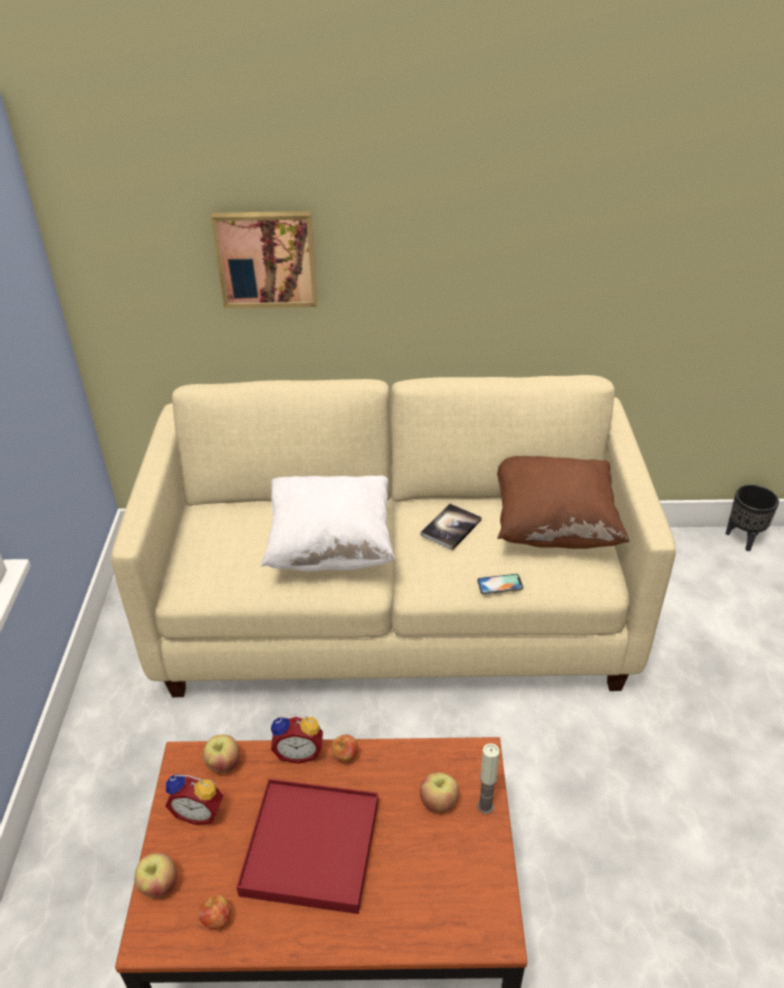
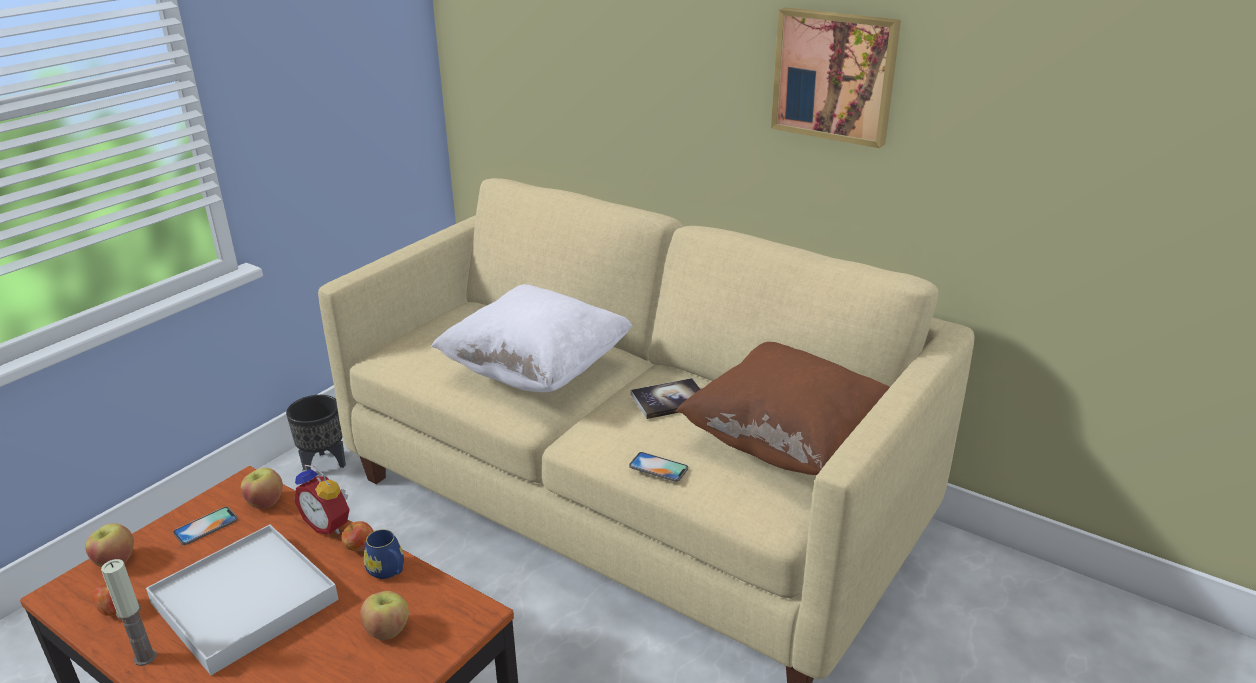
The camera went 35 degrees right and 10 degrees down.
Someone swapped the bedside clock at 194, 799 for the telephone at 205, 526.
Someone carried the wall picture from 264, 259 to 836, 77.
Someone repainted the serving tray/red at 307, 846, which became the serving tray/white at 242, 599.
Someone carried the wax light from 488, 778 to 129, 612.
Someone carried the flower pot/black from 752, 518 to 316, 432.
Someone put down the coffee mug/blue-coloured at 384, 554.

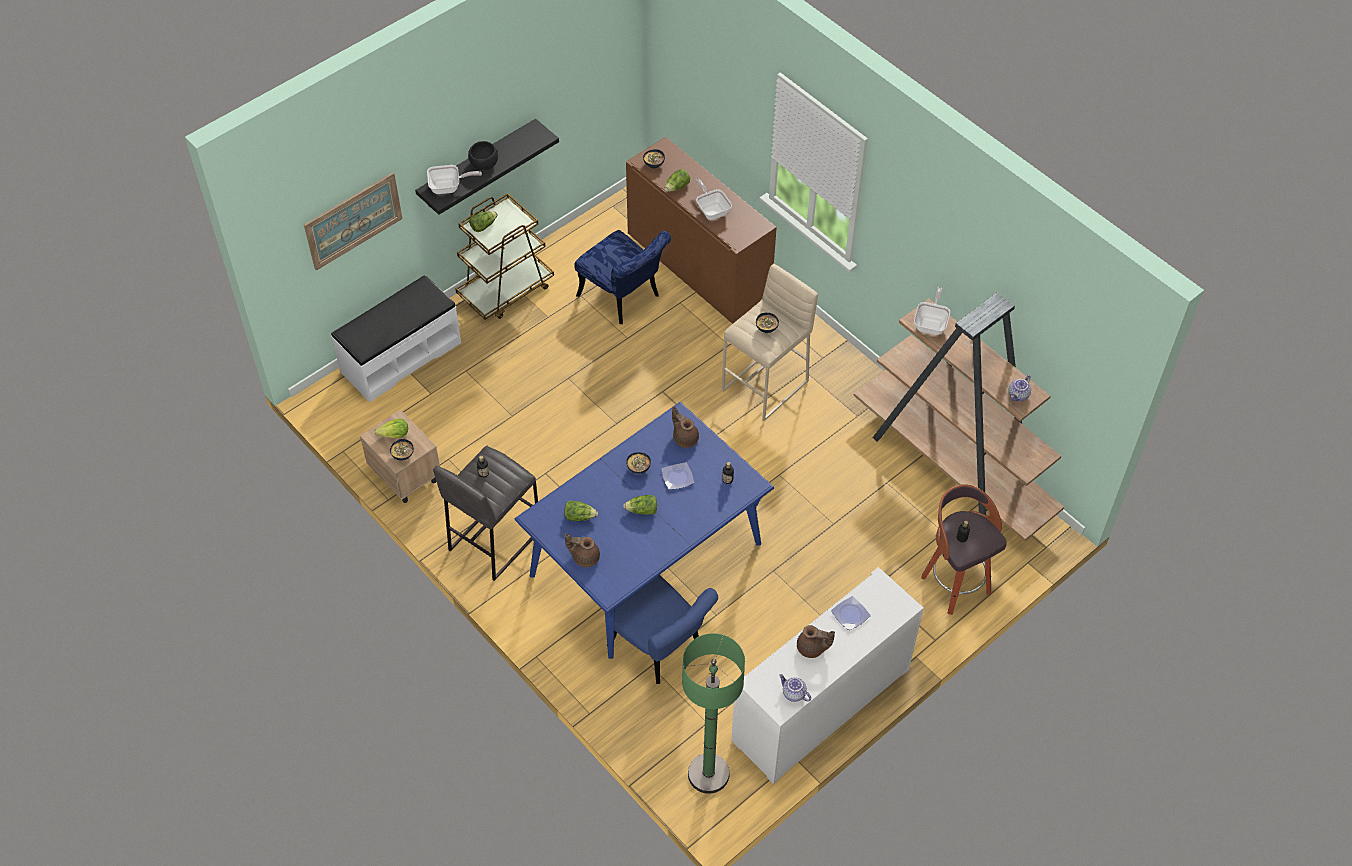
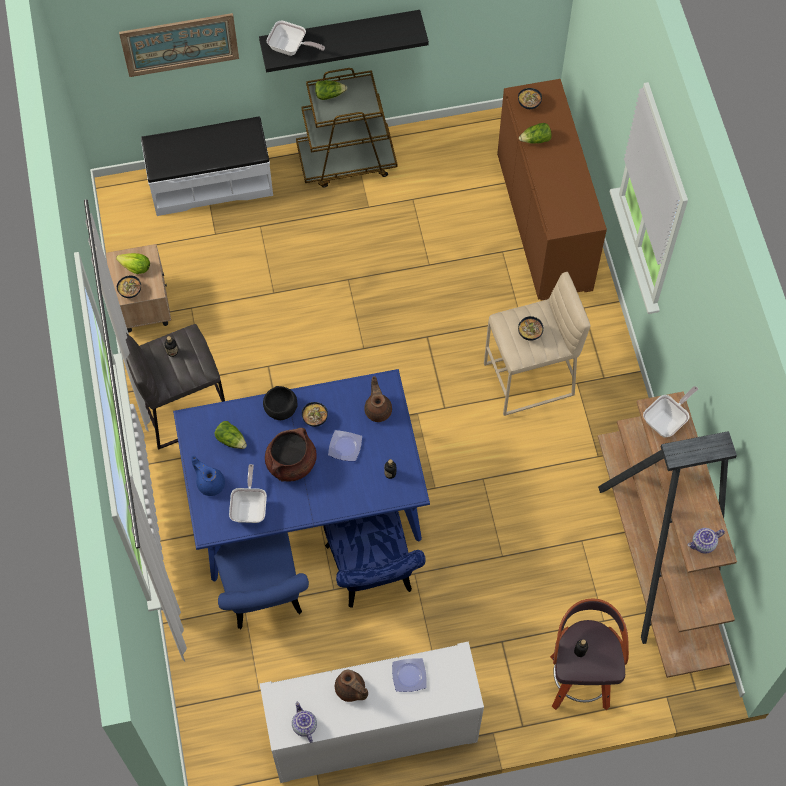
The camera went 30 degrees right and 10 degrees up.
Someone carried the bowl/black from 483, 155 to 280, 403.
Someone repainted the tea pot/brown-coloured at 582, 550, which became the tea pot/blue-coloured at 208, 476.
Someone carried the plain chair/blue-coloured from 622, 277 to 374, 559.
Someone swapped the lettuce at 640, 505 for the cooking pot/brown-coloured at 291, 455.
Someone took away the floor lamp/green at 713, 713.
Someone carried the skillet from 714, 199 to 248, 493.

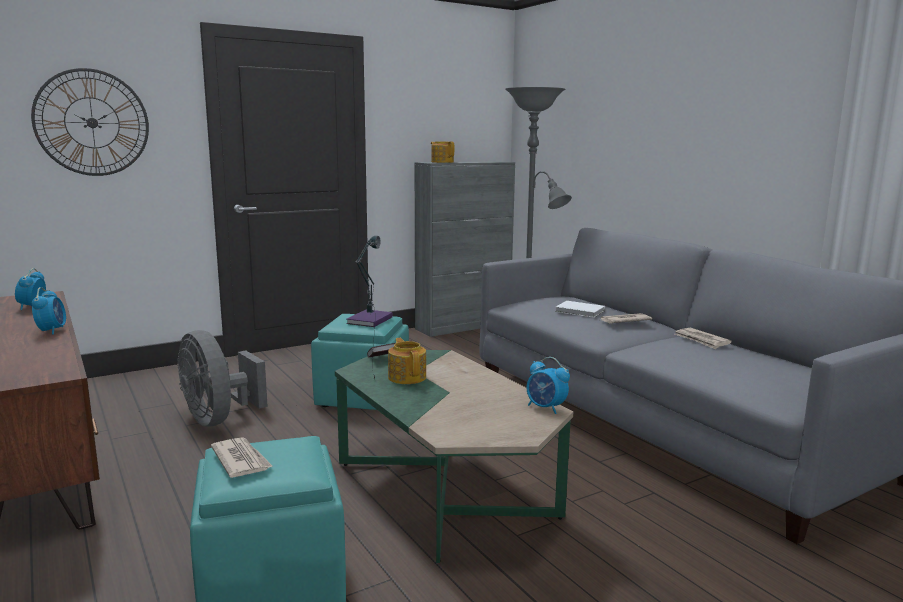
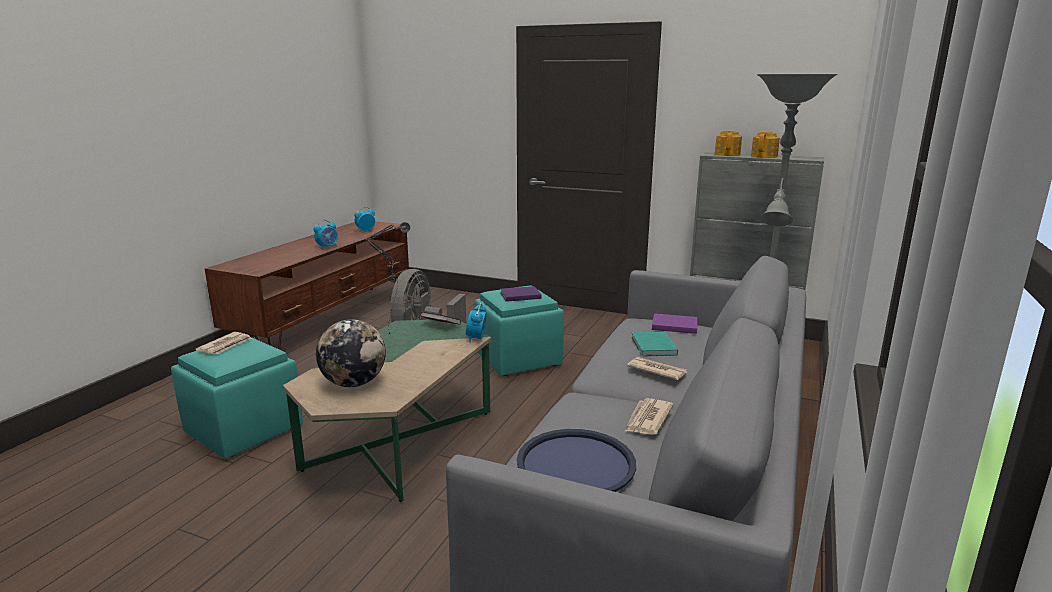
The camera went 55 degrees right and 5 degrees up.
Someone took away the clock on the wall at 90, 122.
Someone carried the tea pot from 407, 361 to 765, 145.
Someone carried the bedside clock from 548, 385 to 476, 323.
Someone repainted the bound book/white at 580, 309, which became the bound book/turquoise-coloured at 654, 344.
Someone put down the world globe at 351, 353.
Someone put down the serving tray/blue-coloured at 576, 460.
Someone put down the bound book/purplish at 674, 323.

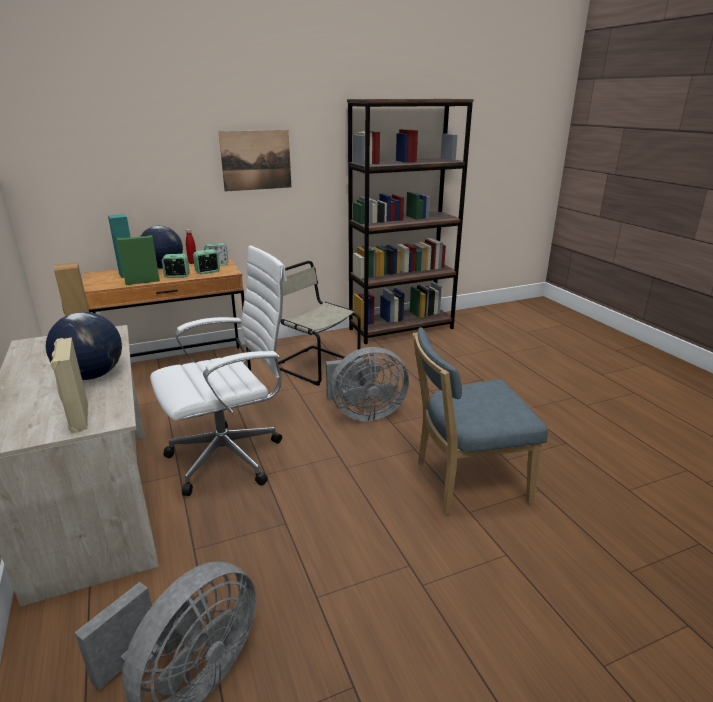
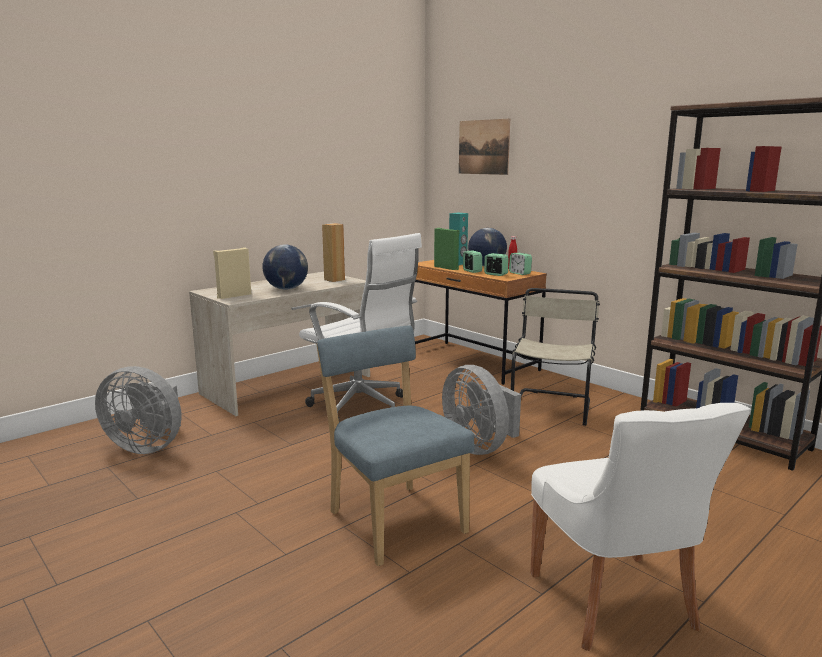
The camera went 70 degrees right and 10 degrees down.
Someone carried the wall picture from 255, 160 to 484, 146.
Someone put down the plain chair/white at 640, 527.

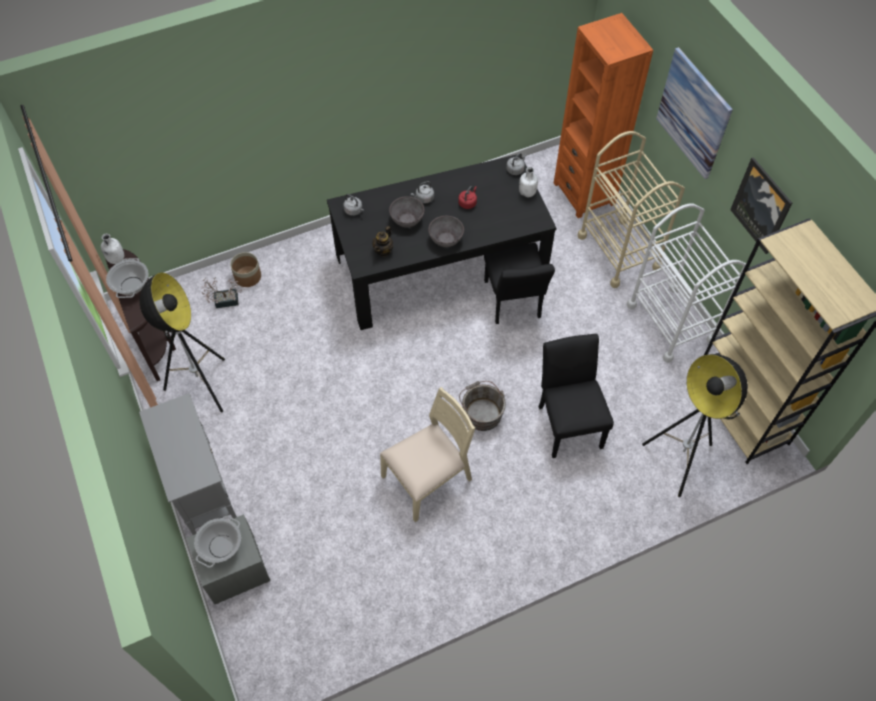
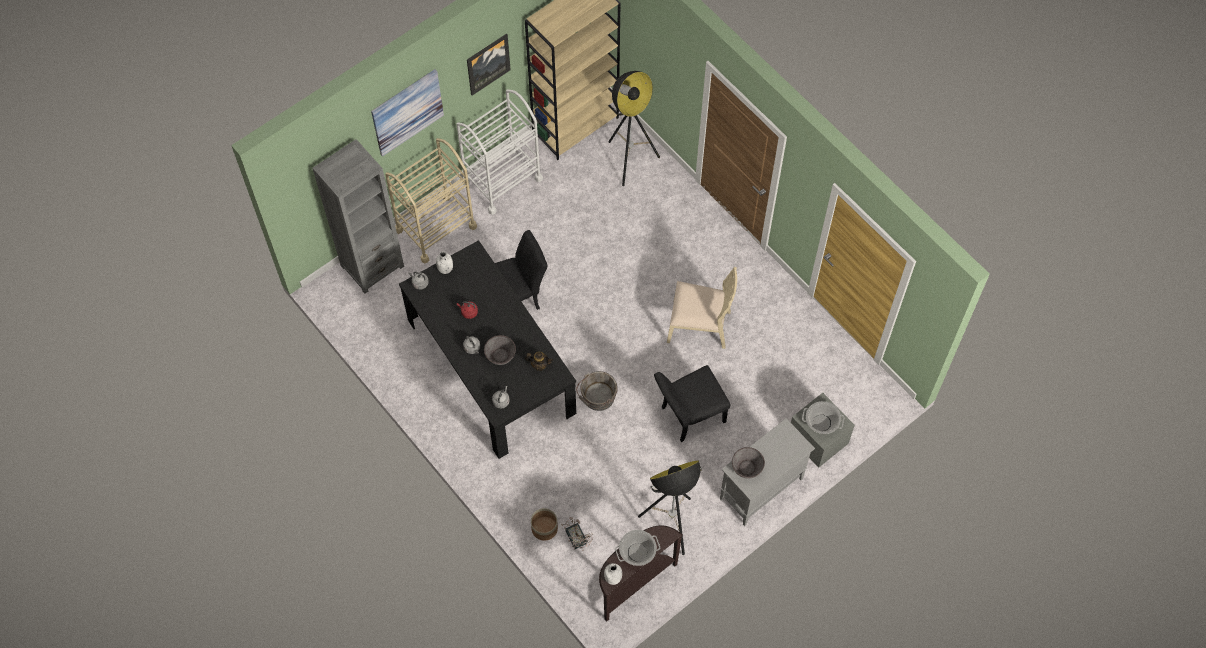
The camera went 105 degrees left and 5 degrees up.
Someone rotated the plain chair/beige-coloured at 427, 454 by 150 degrees clockwise.
Someone carried the bowl/greyish from 446, 231 to 748, 462.
Someone carried the pail/greyish from 482, 406 to 597, 391.
Someone carried the plain chair/black from 576, 396 to 692, 403.
Someone repainted the bookshelf/orangey at 603, 115, which became the bookshelf/greyish at 358, 216.

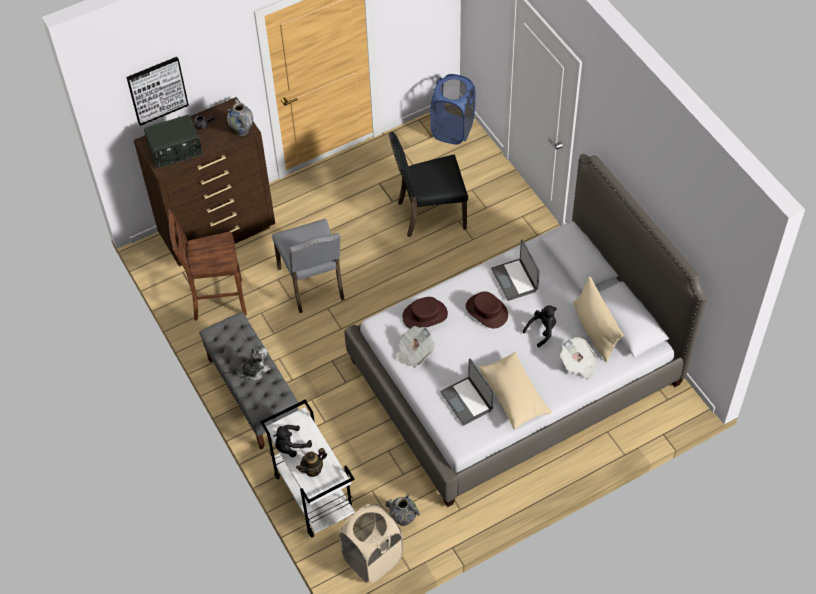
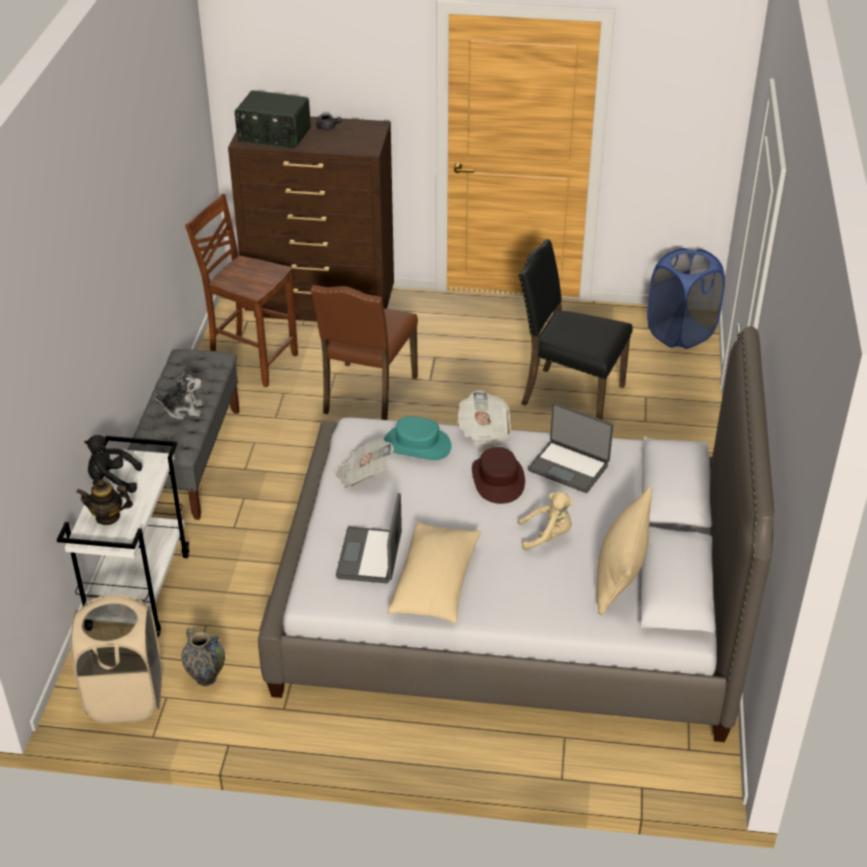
The camera went 35 degrees right and 15 degrees down.
Someone took away the wall picture at 157, 91.
Someone took away the decorative vase at 240, 117.
Someone repainted the plain chair/greyish at 308, 266, which became the plain chair/brown-coloured at 364, 352.
Someone repainted the clothing hat/brown-coloured at 425, 313, which became the clothing hat/turquoise-coloured at 418, 438.
Someone rotated the laptop at 515, 270 by 75 degrees counterclockwise.
Someone repainted the cuddly toy/black at 540, 326, which became the cuddly toy/beige-coloured at 546, 521.
Someone carried the printed paper from 579, 358 to 484, 421.

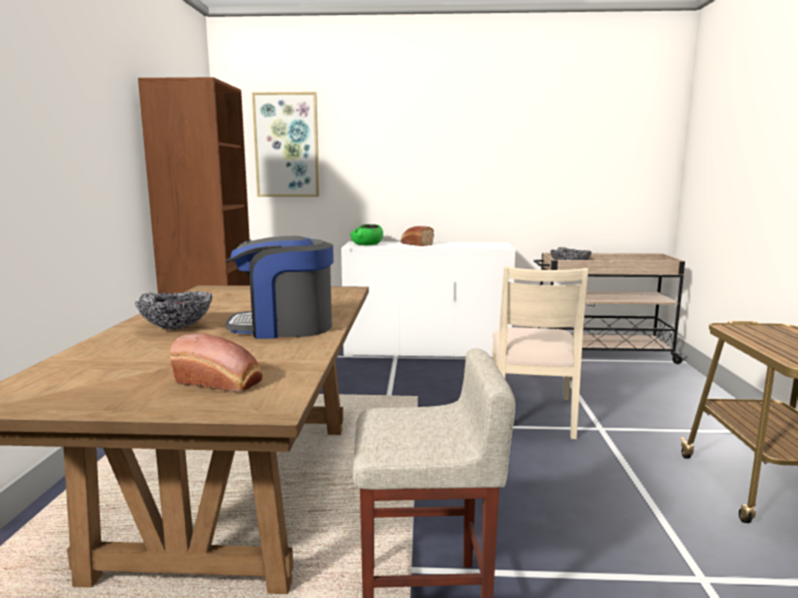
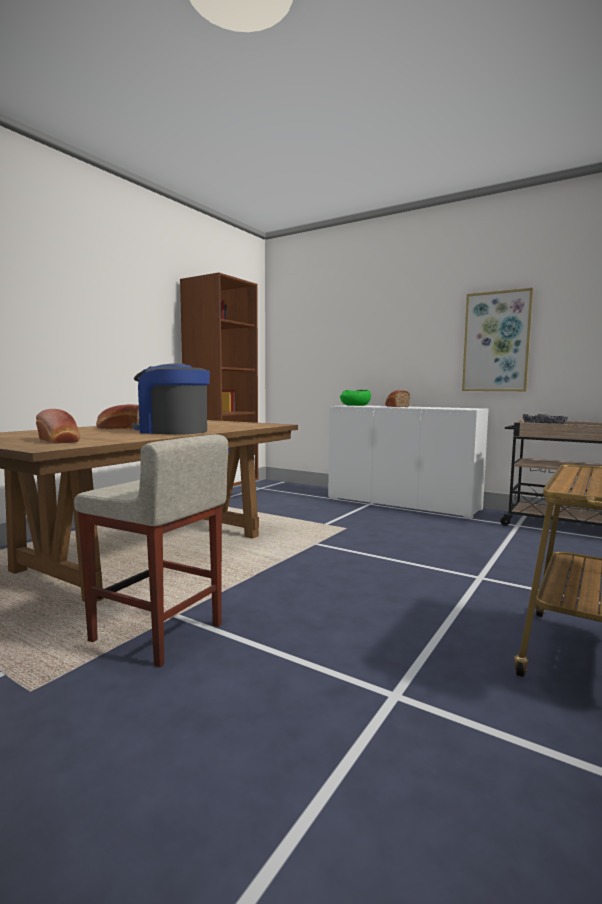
The camera went 30 degrees right and 5 degrees down.
Someone swapped the bowl at 173, 310 for the bread at 117, 416.
Someone carried the wall picture from 286, 144 to 497, 339.
Someone took away the plain chair/beige-coloured at 540, 352.

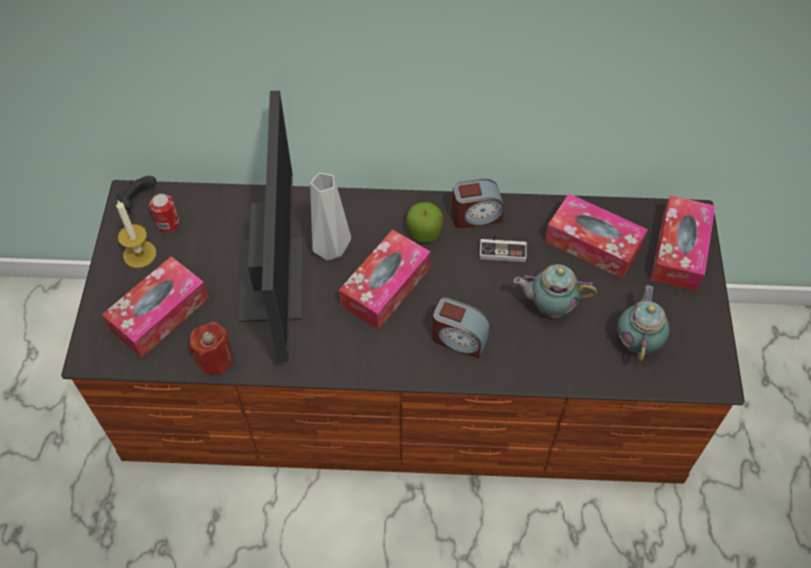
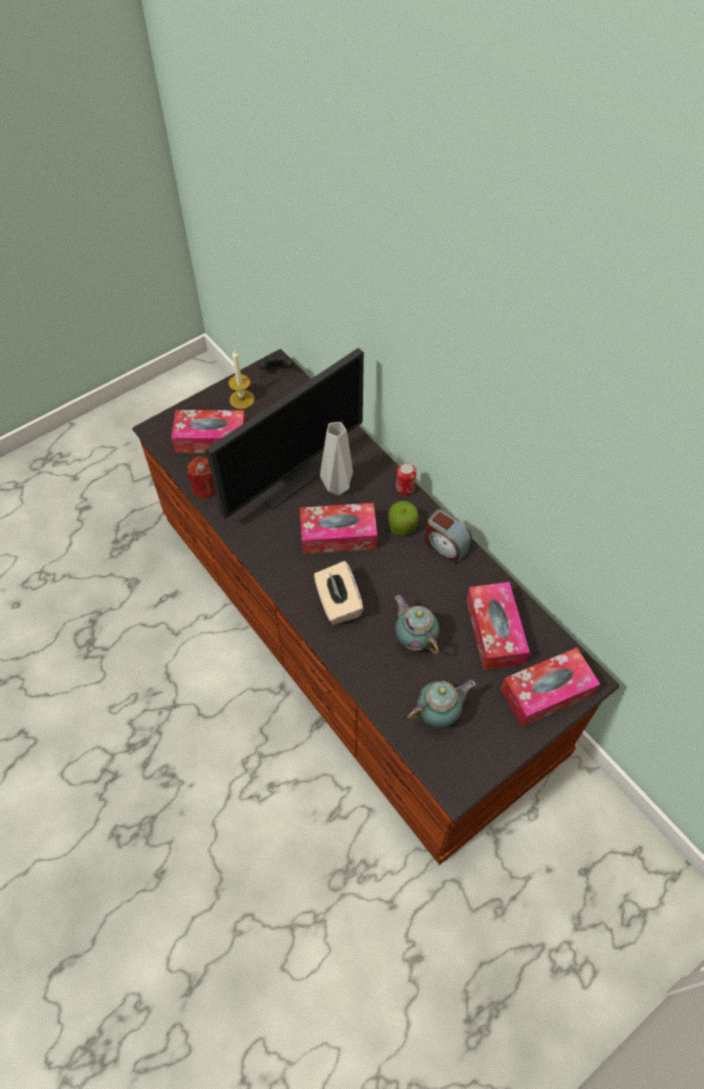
The camera went 50 degrees right and 0 degrees up.
Someone carried the metal can from 164, 213 to 406, 479.
Someone swapped the bedside clock at 461, 328 for the box of tissues/beige-coloured at 339, 593.
Someone took away the game controller at 503, 247.

